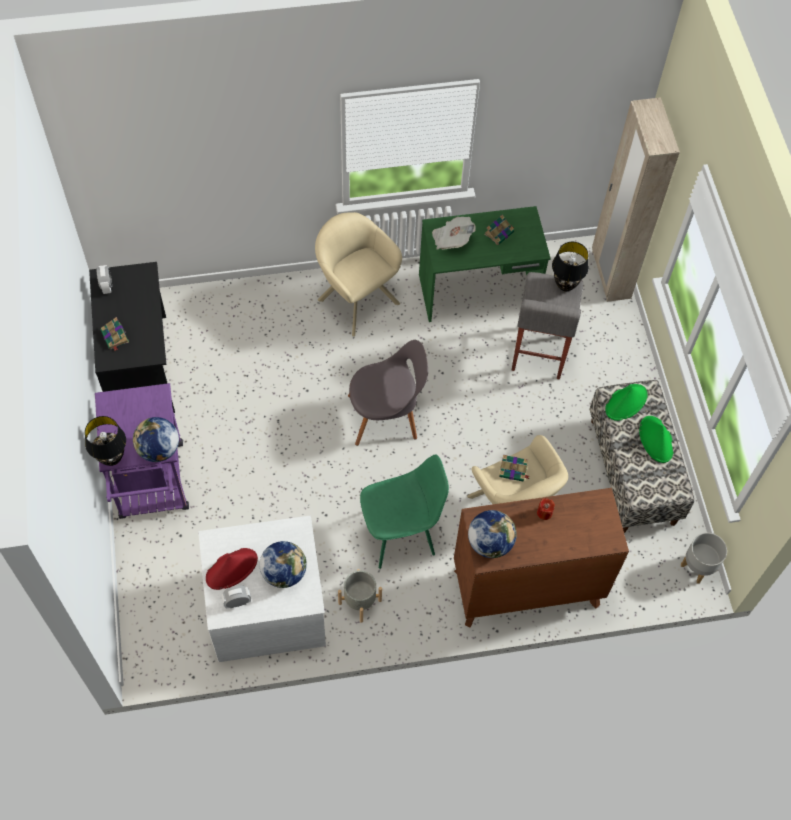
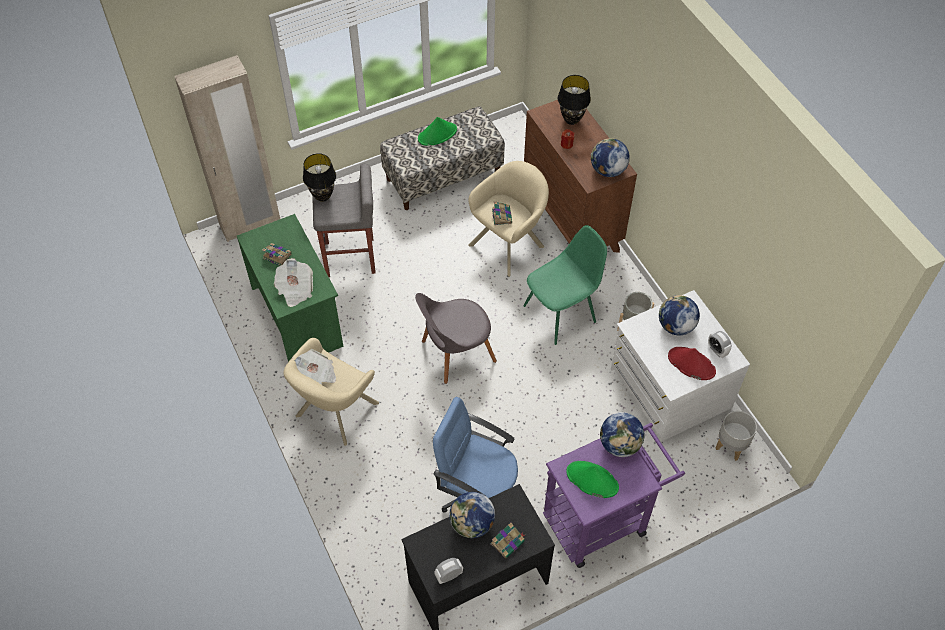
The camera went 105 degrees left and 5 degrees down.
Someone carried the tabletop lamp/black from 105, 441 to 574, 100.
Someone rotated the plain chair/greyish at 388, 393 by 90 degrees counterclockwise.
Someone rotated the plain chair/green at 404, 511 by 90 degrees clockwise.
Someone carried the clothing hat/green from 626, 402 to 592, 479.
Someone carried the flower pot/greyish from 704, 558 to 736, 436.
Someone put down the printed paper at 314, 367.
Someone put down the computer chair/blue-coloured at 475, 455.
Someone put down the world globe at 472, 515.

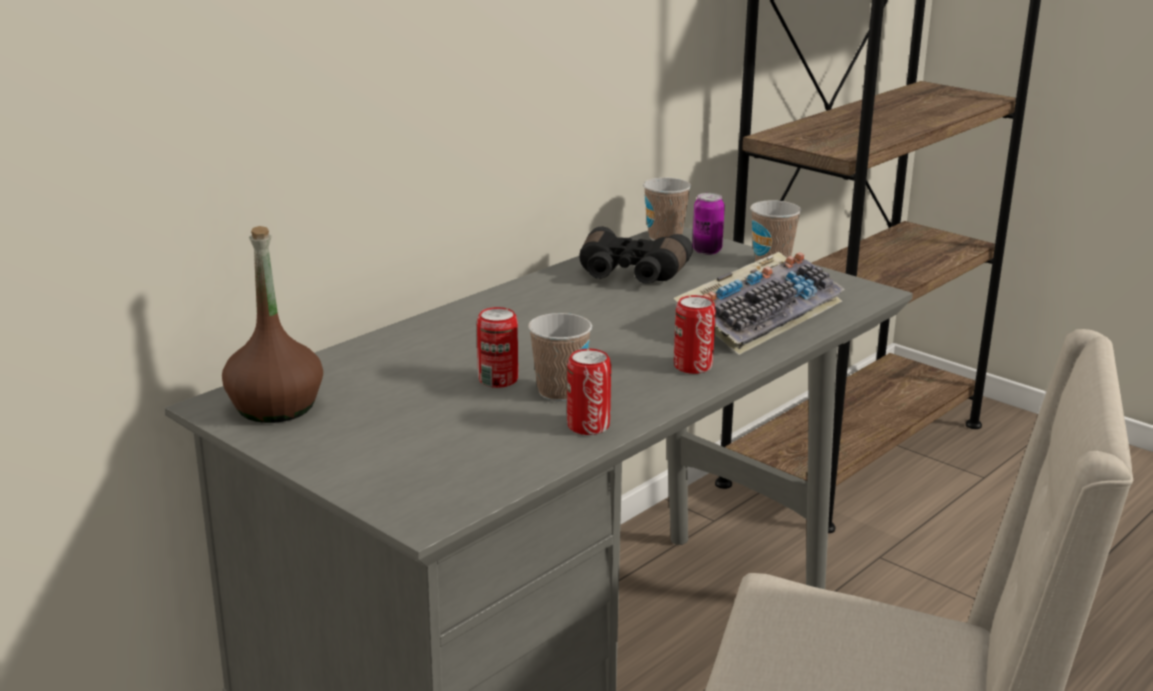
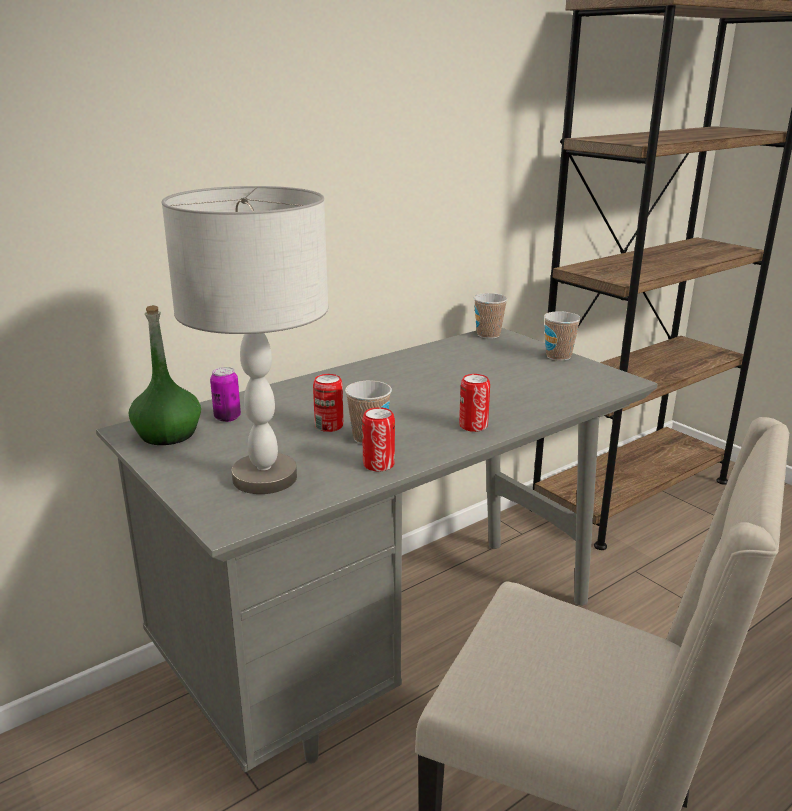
The camera went 10 degrees right and 0 degrees up.
Someone repainted the beverage bottle/brown-coloured at 272, 324, which became the beverage bottle/green at 165, 375.
Someone took away the pair of binoculars/black at 636, 255.
Someone took away the keyboard at 759, 303.
Someone carried the metal can from 708, 224 to 225, 394.
Someone put down the tabletop lamp/greyish at 245, 340.

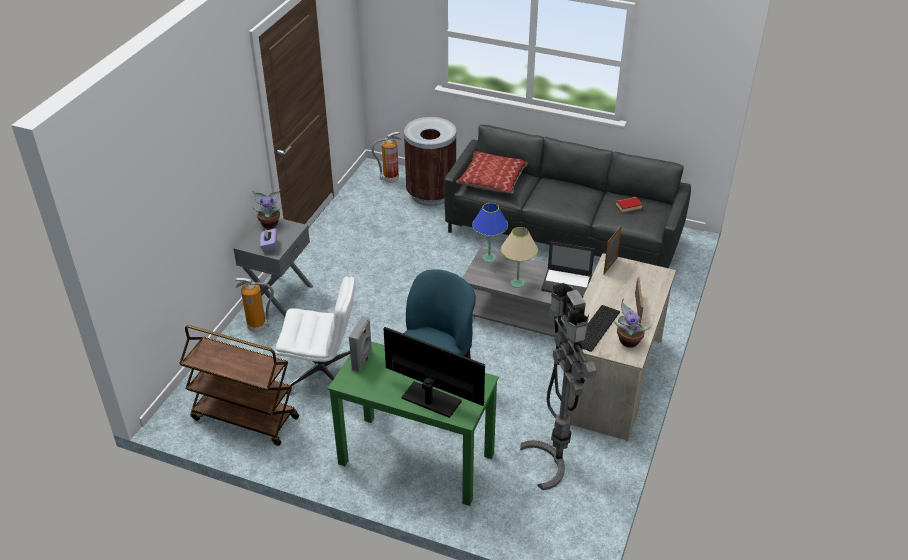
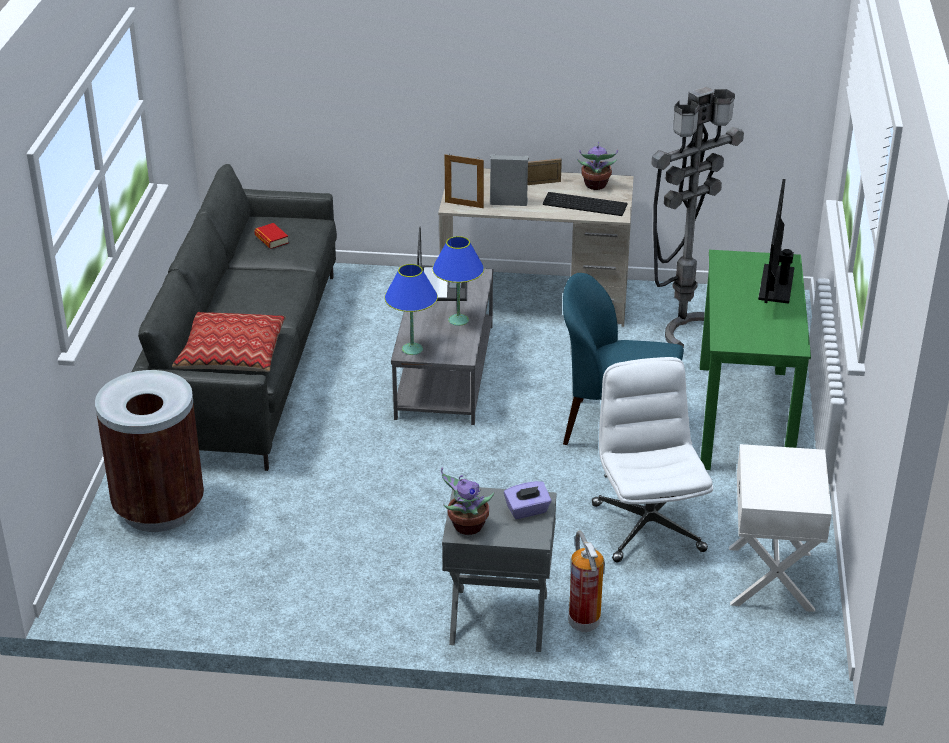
The camera went 105 degrees left and 5 degrees down.
Someone swapped the trolley/brown-coloured at 239, 385 for the nightstand/white at 780, 528.
Someone carried the loudspeaker/greyish from 360, 344 to 509, 180.
Someone took away the fire-fighting cylinder at 386, 157.
Someone repainted the tabletop lamp/beige-coloured at 519, 257, which became the tabletop lamp/blue-coloured at 458, 281.

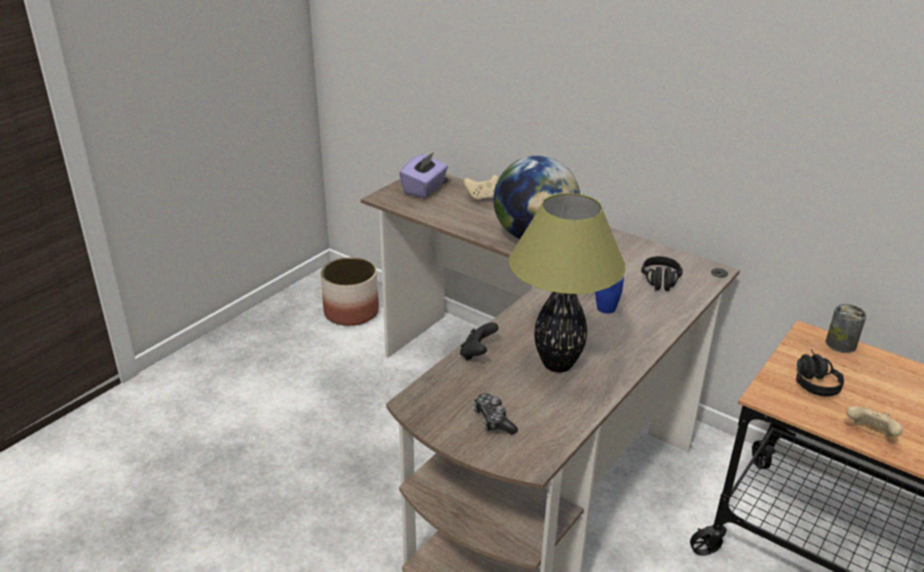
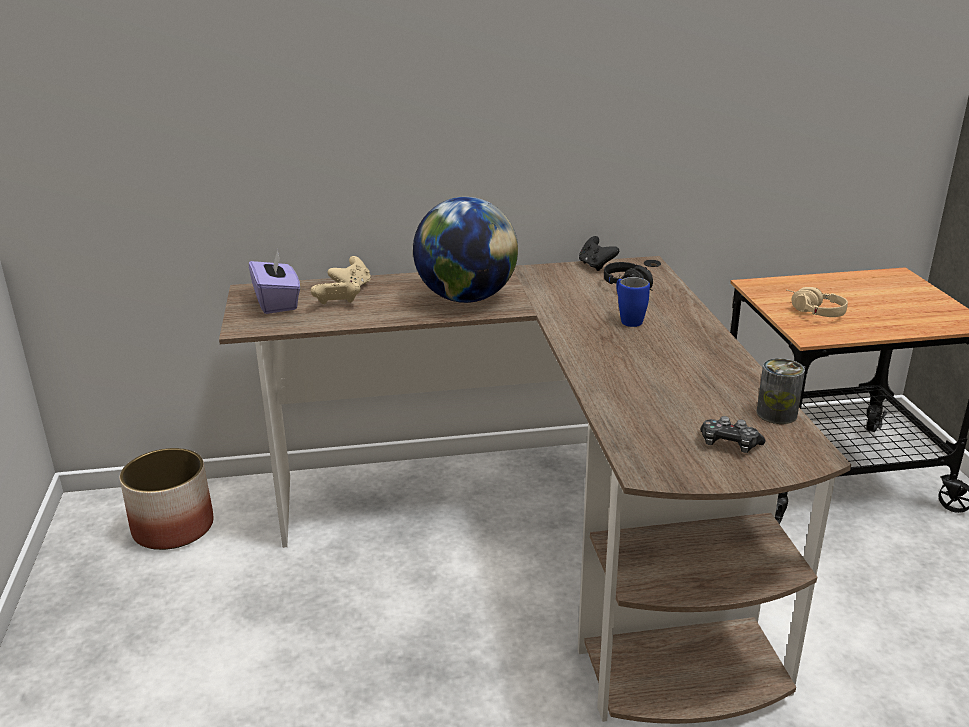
The camera went 45 degrees left and 5 degrees down.
Someone carried the game controller/black from 479, 341 to 599, 253.
Someone took away the tabletop lamp at 567, 282.
Someone repainted the pair of headphones/black at 820, 373, which became the pair of headphones/beige-coloured at 817, 302.
Someone carried the metal can from 846, 328 to 781, 391.
Someone carried the game controller/beige-coloured from 875, 421 to 336, 292.

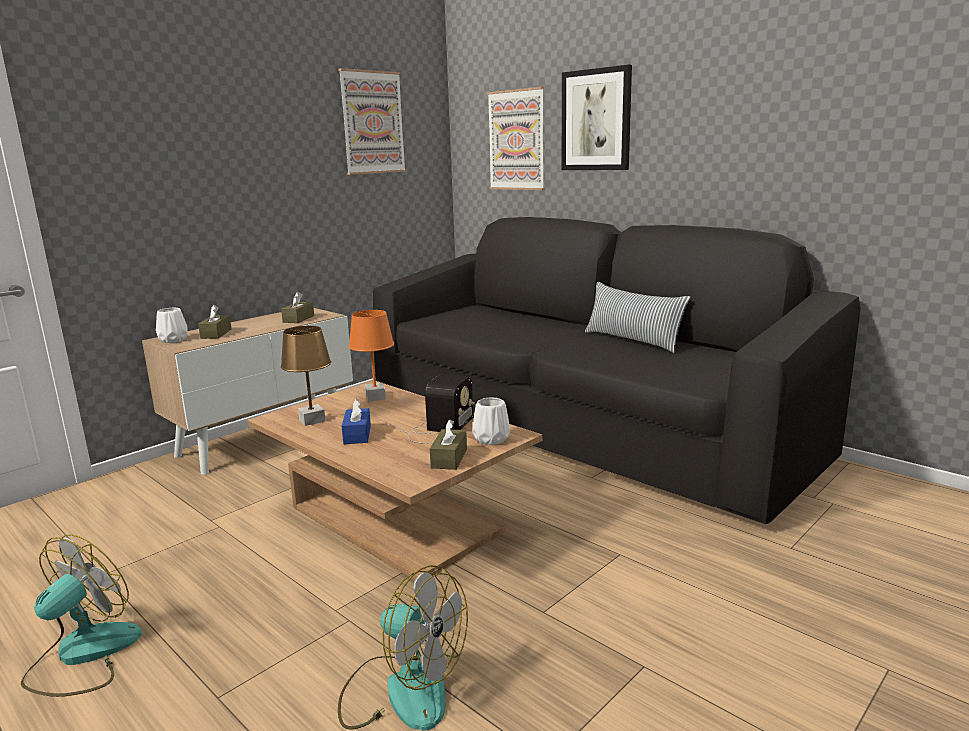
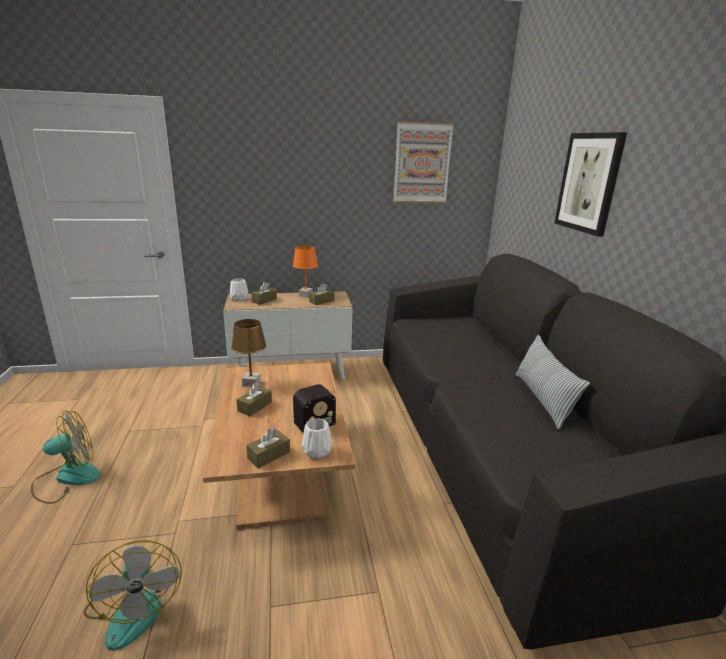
The camera went 35 degrees right and 5 degrees up.
Someone repainted the box of tissues/blue-coloured at 356, 421, which became the box of tissues/brown-coloured at 254, 399.
Someone carried the tabletop lamp/orangey from 371, 356 to 305, 272.
Someone took away the wall picture at 516, 138.

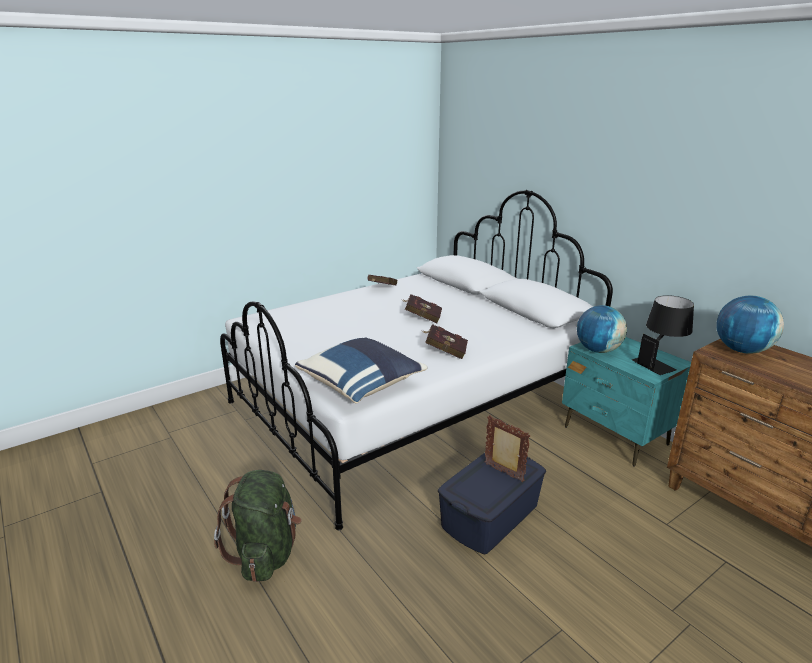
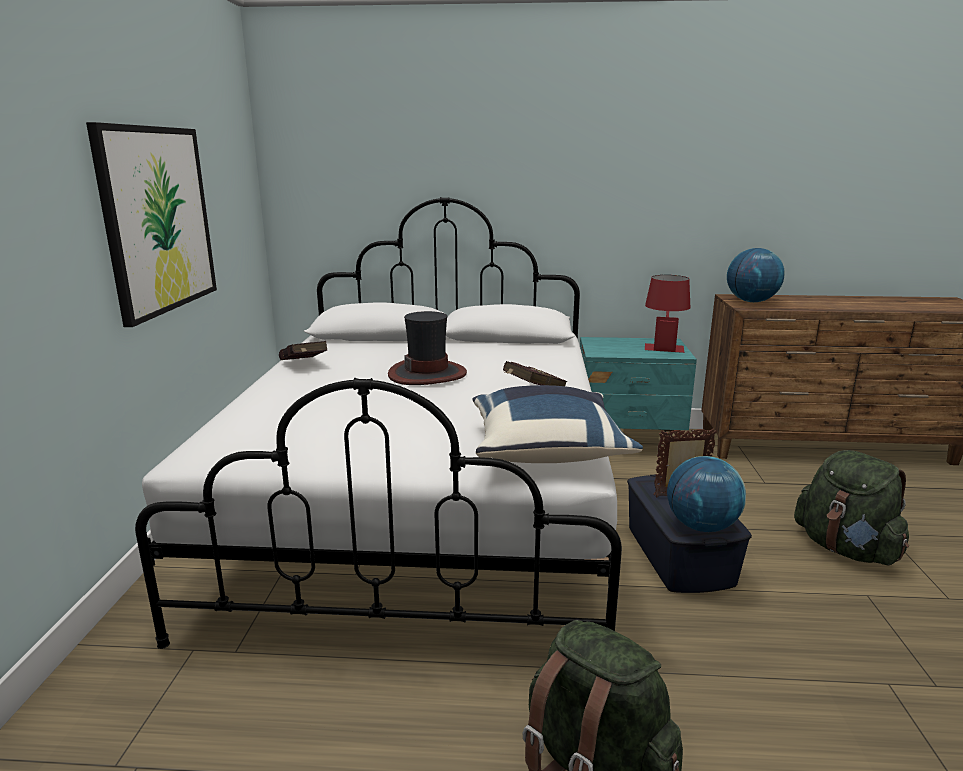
The camera went 50 degrees left and 5 degrees down.
Someone swapped the bound book/red at 422, 308 for the clothing hat at 427, 348.
Someone carried the world globe from 602, 329 to 706, 494.
Someone repainted the tabletop lamp/black at 663, 335, which became the tabletop lamp/red at 667, 314.
Someone put up the wall picture at 151, 224.
Someone put down the rucksack/green at 851, 507.

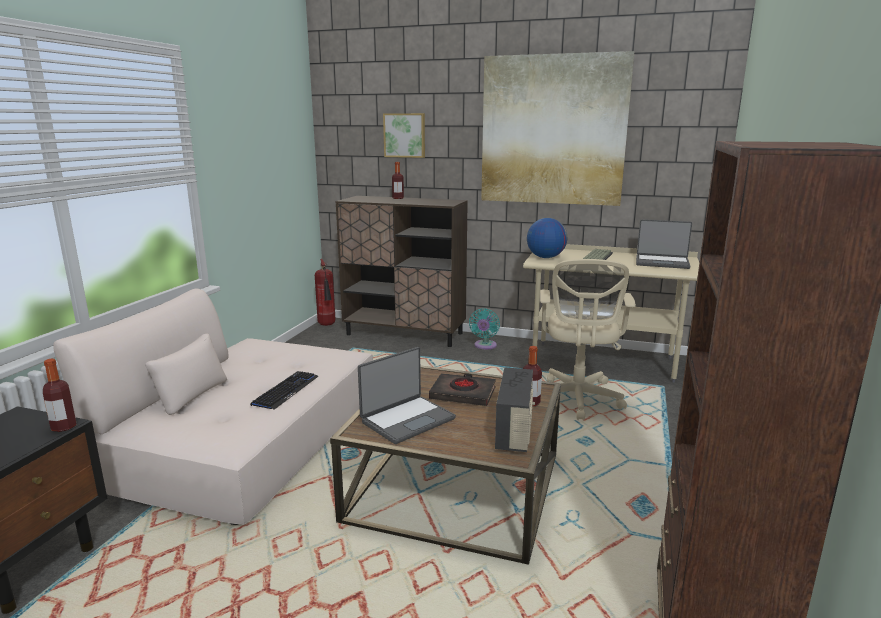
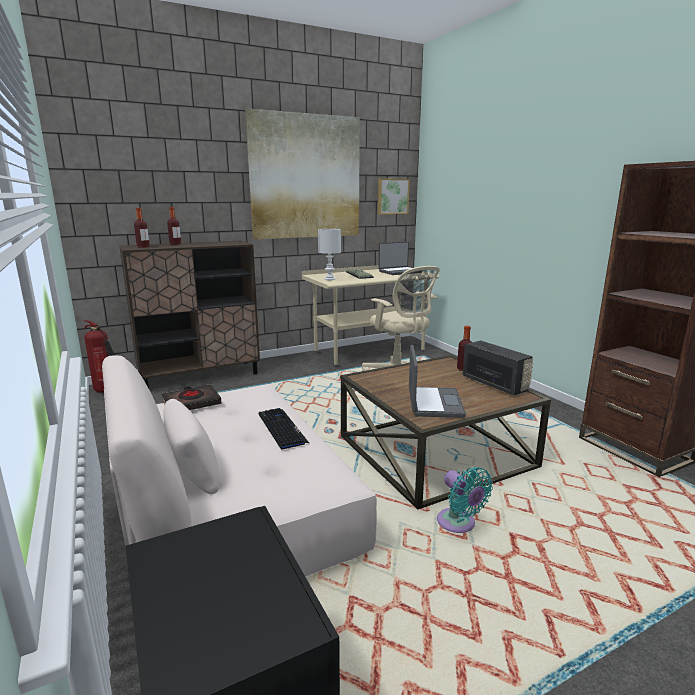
The camera went 45 degrees left and 0 degrees up.
Someone carried the beverage bottle from 59, 395 to 142, 228.
Someone carried the wall picture from 404, 135 to 394, 196.
Someone carried the bound book/black from 462, 389 to 192, 397.
Someone carried the cooling fan/turquoise-coloured from 484, 328 to 465, 500.
Someone swapped the world globe at 547, 238 for the tabletop lamp/white at 329, 254.

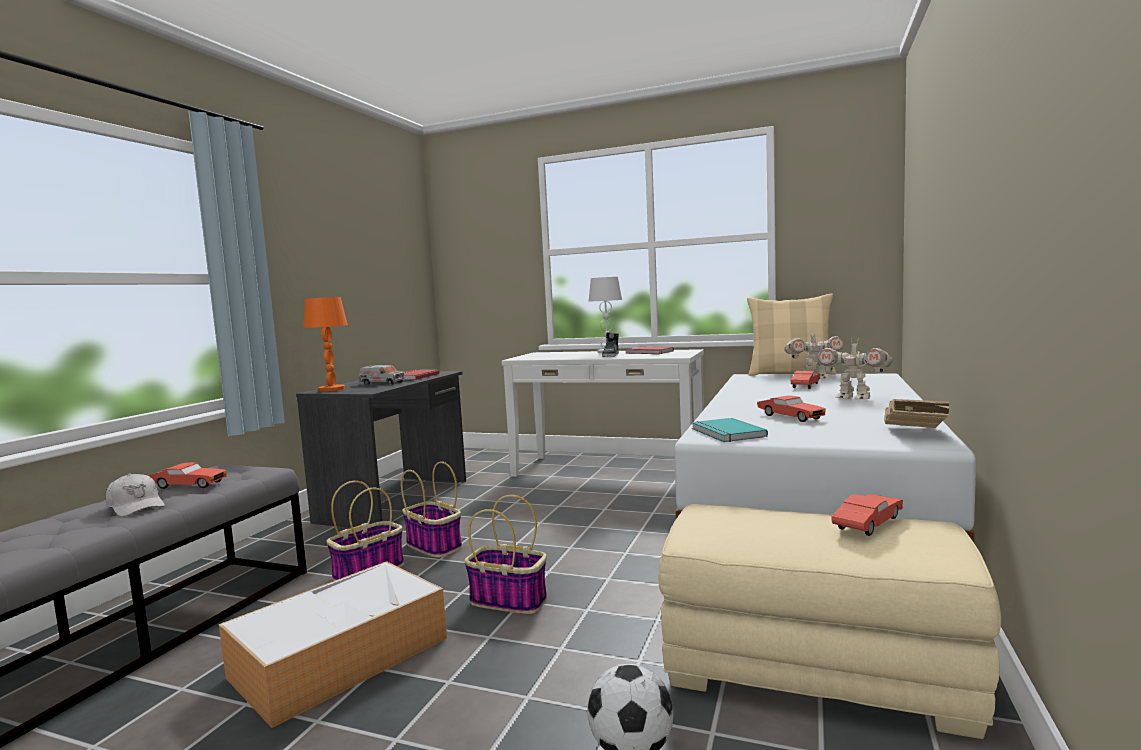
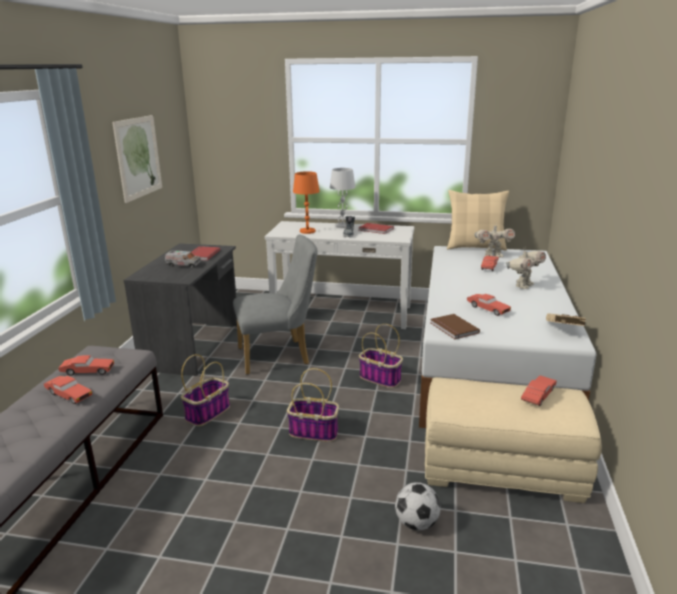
The camera went 10 degrees left and 15 degrees up.
Someone swapped the baseball cap/white at 135, 495 for the model car/red at 68, 390.
Someone took away the storage bin at 333, 644.
Someone carried the tabletop lamp/orangey from 325, 344 to 306, 202.
Someone carried the storage basket from 431, 509 to 381, 356.
Someone repainted the bound book/turquoise-coloured at 730, 430, which became the bound book/brown-coloured at 455, 326.
Someone rotated the model robot at 855, 368 by 75 degrees counterclockwise.
Someone put up the wall picture at 137, 159.
Someone put down the plain chair/greyish at 275, 305.

